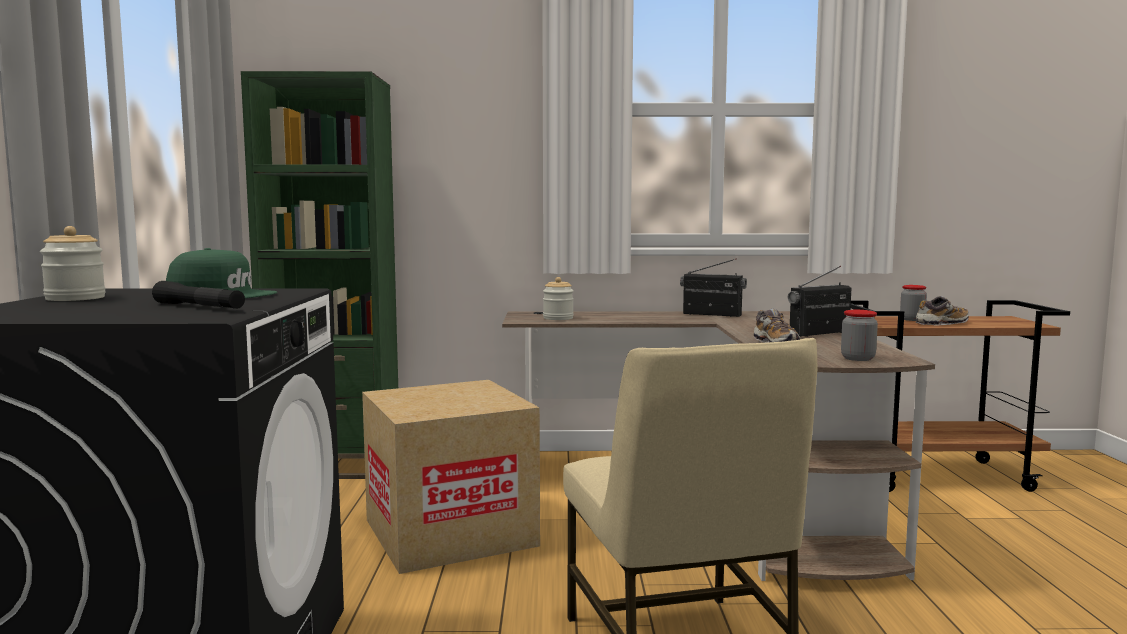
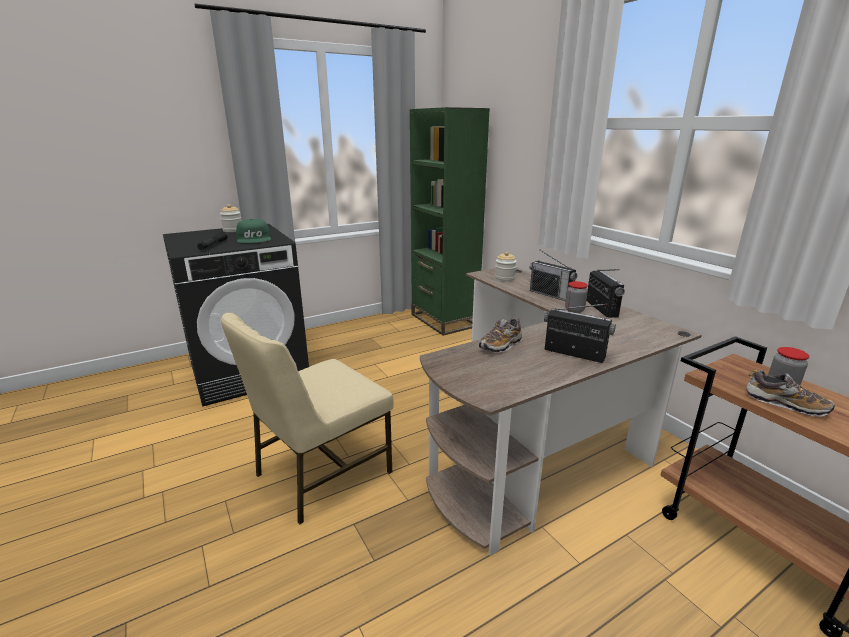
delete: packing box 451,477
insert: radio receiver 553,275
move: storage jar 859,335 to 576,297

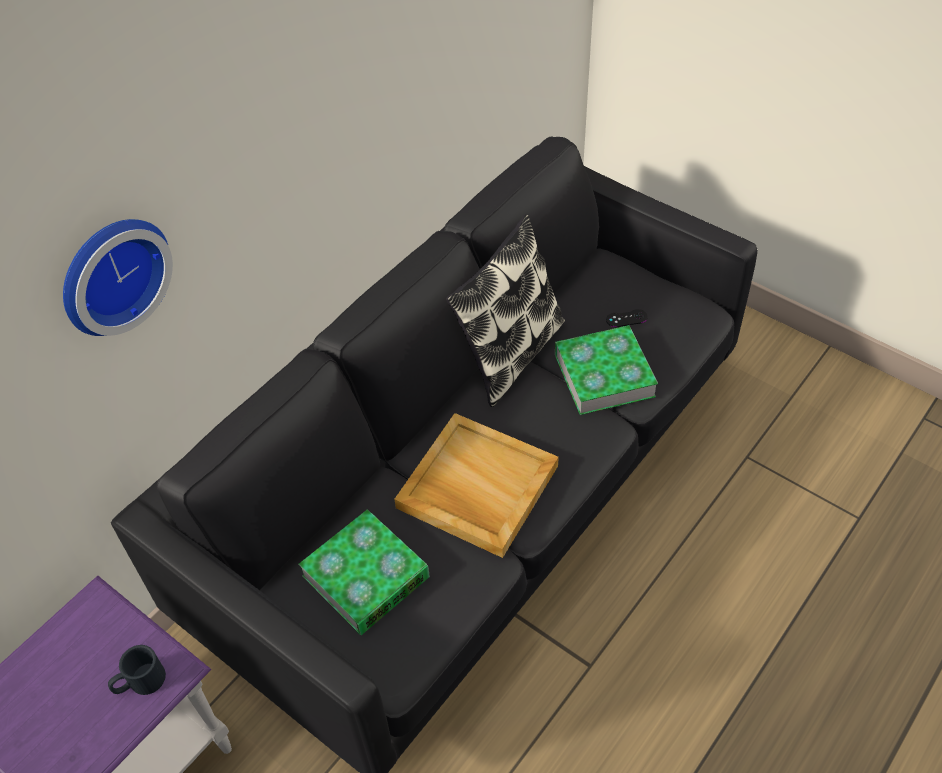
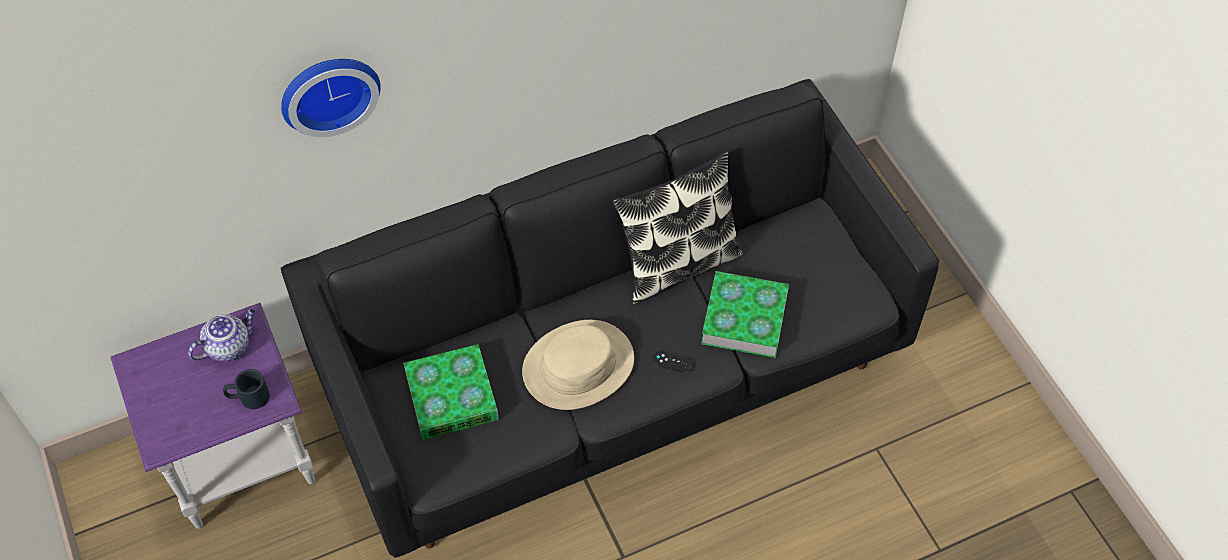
insert: tea pot 222,335
move: black-coloured joypad 627,318 to 674,361
replace: beige-coloured serving tray 476,485 to beige-coloured hat 578,365

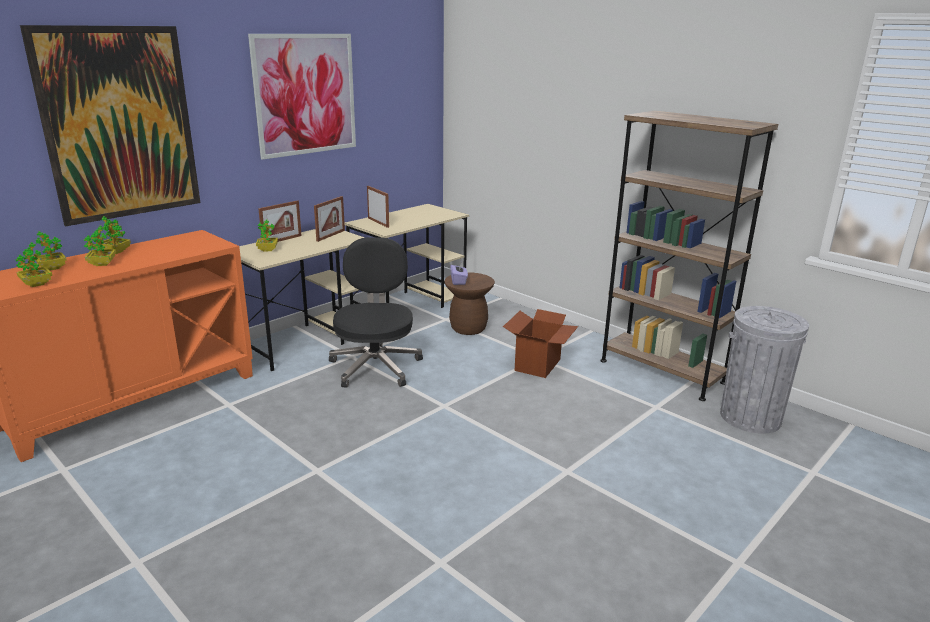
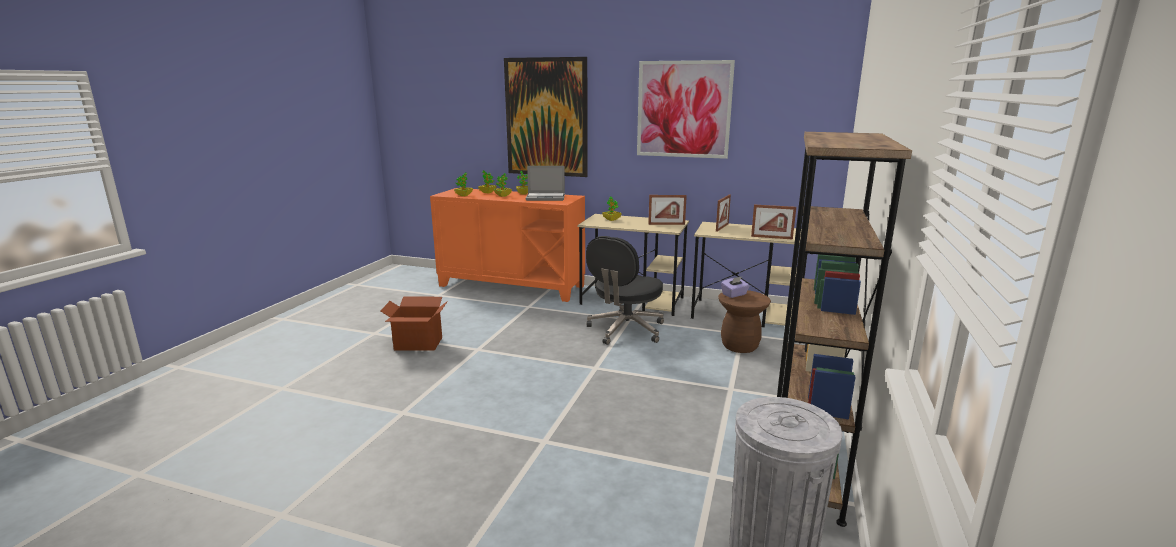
insert: laptop 545,183
move: picture frame 280,221 to 773,222; packing box 540,343 to 414,324
rotate: black-coloured computer chair 376,312 = 625,290 150 degrees clockwise

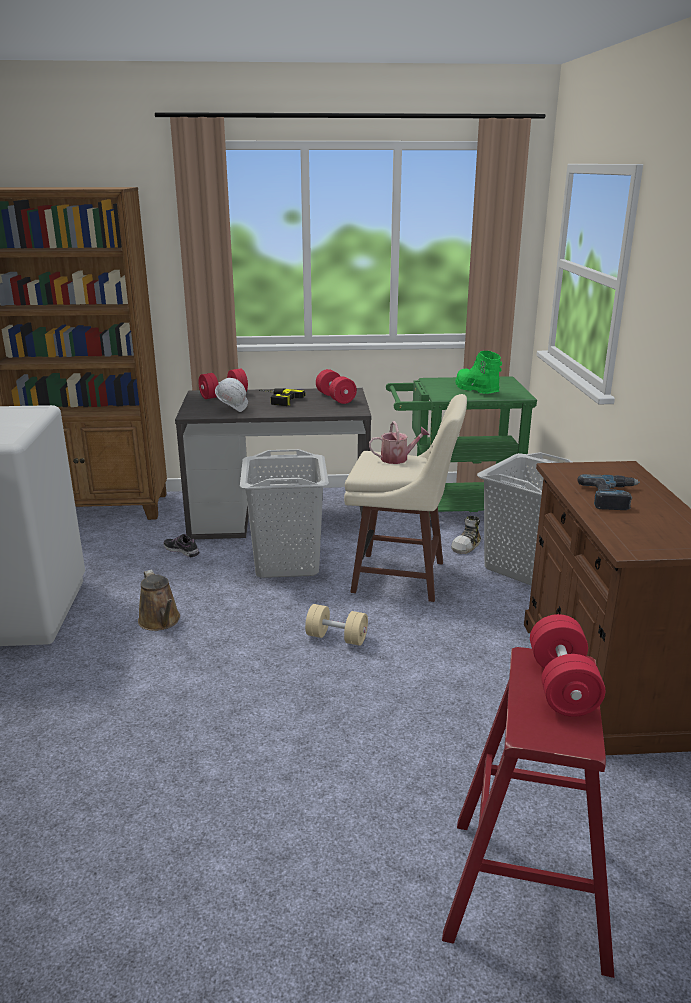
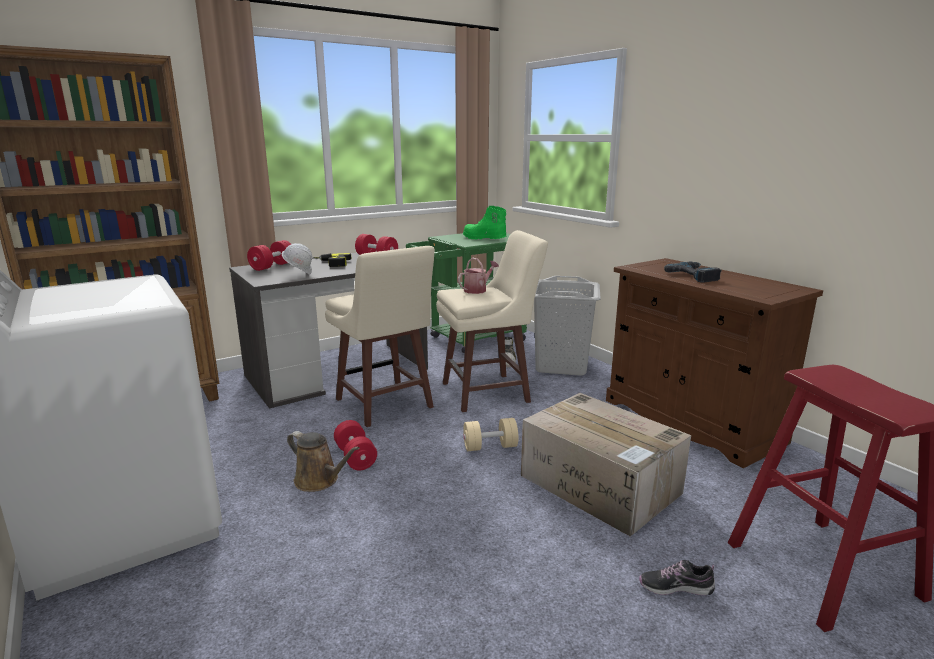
insert: packing box 606,464
move: shoe 181,545 to 677,577; red-coloured free weight 567,665 to 355,445
replace: grey laundry basket 284,513 to beige-coloured stool seat 380,336

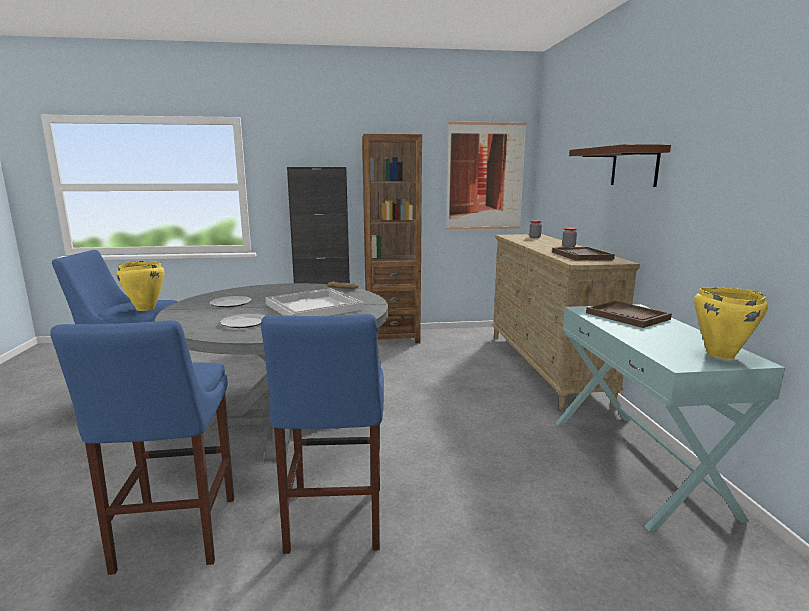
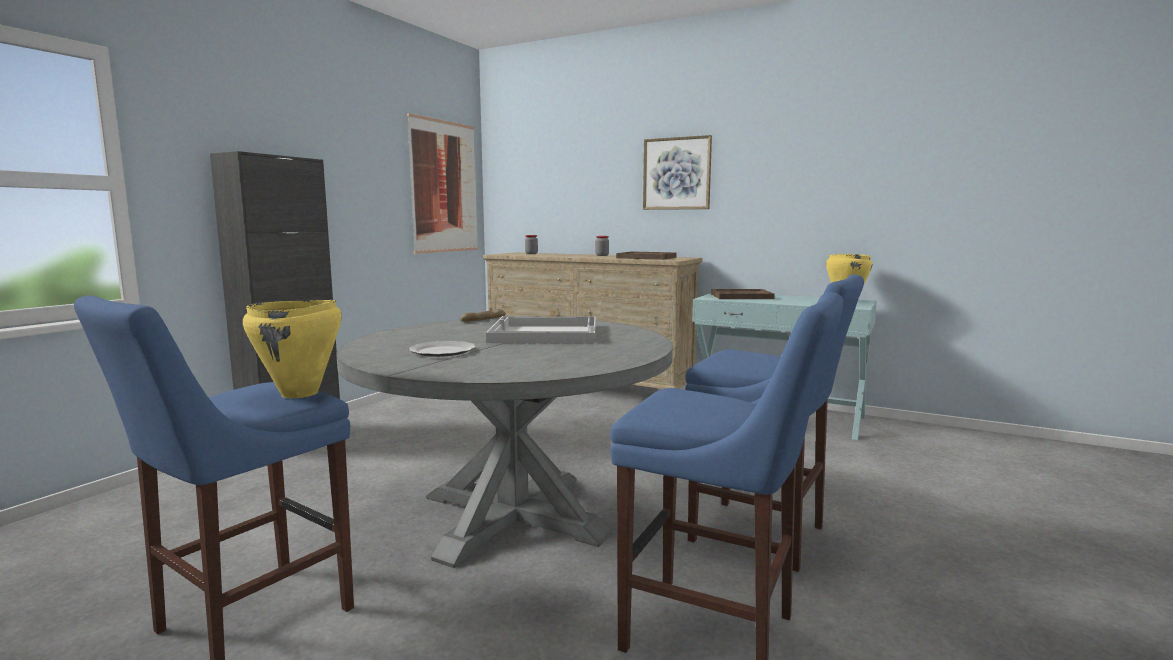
delete: flat dish 242,321; brown bookcase 392,239
replace: brown bracket shelf 620,165 to picture 677,172

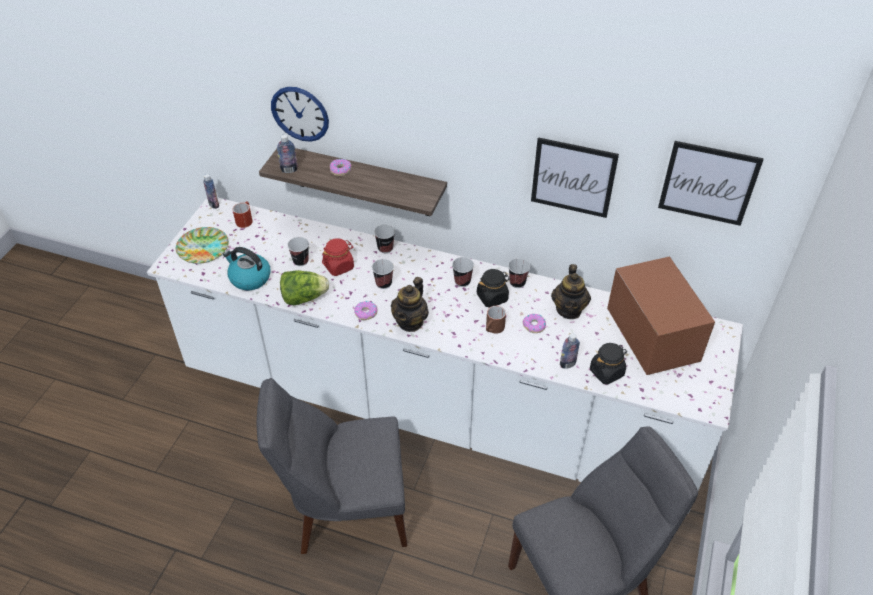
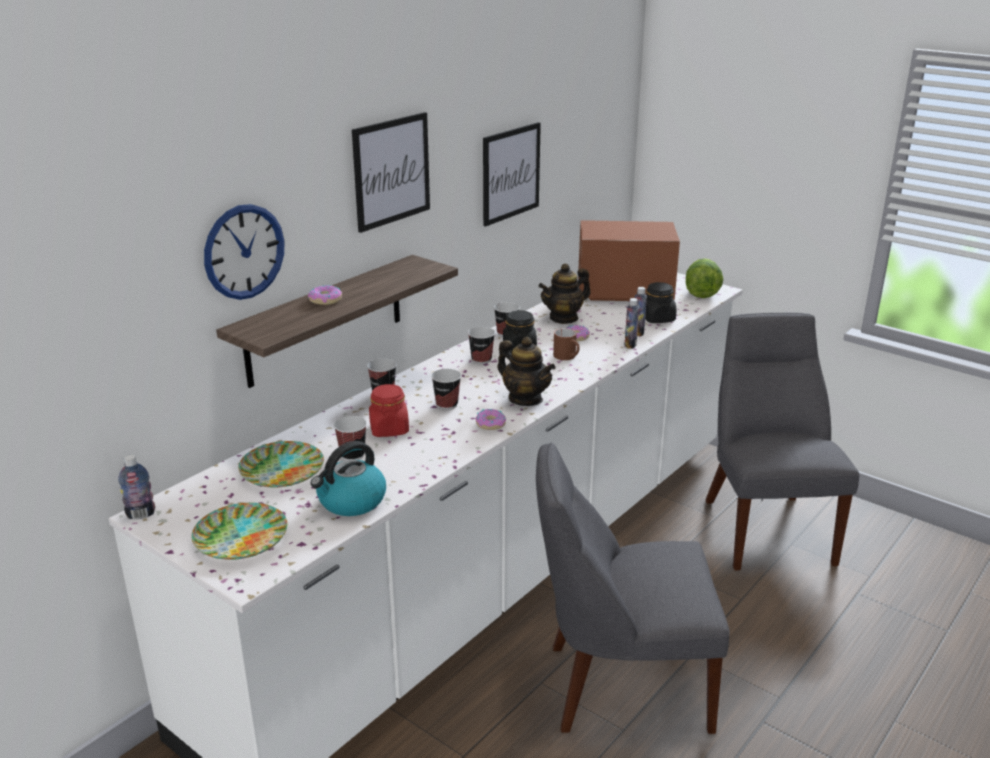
delete: red-coloured coffee mug 242,215
insert: flat dish 281,464
move: beverage bottle 287,154 to 632,323; lettuce head 304,287 to 704,278; picture 711,183 to 391,172
rotate: grey upright chair 332,466 = 633,588 75 degrees clockwise; tea pot 571,291 = 565,293 120 degrees clockwise

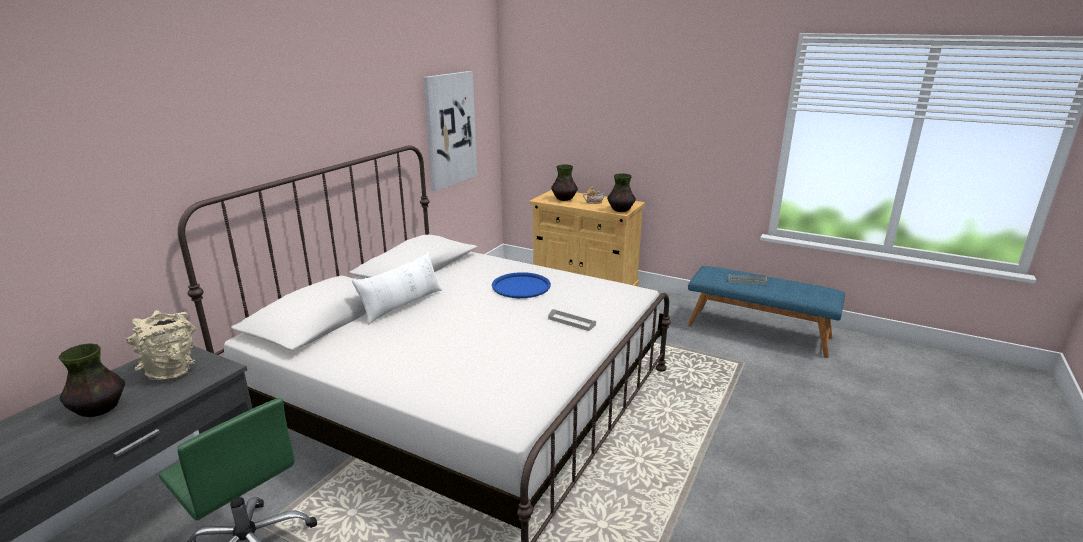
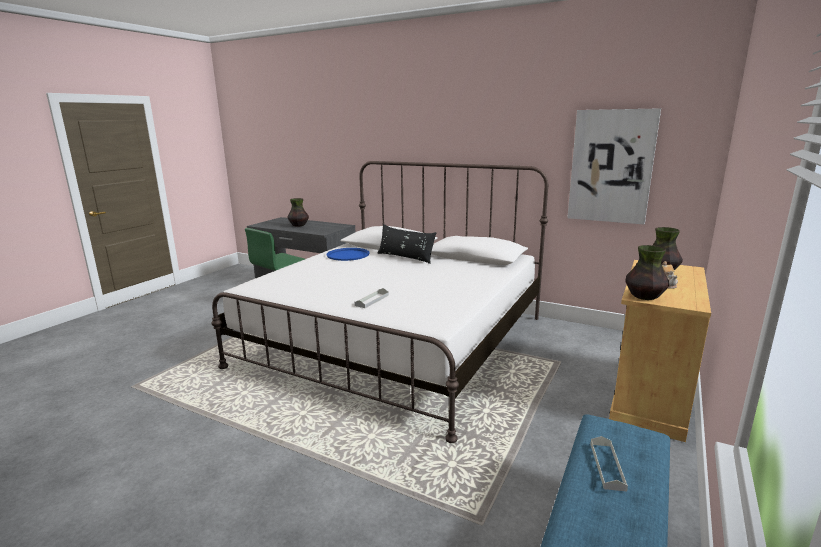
delete: beige-coloured vase 161,345
move: bluish serving tray 521,285 to 348,254
recolor: white cushion 397,288 to black-coloured cushion 406,244

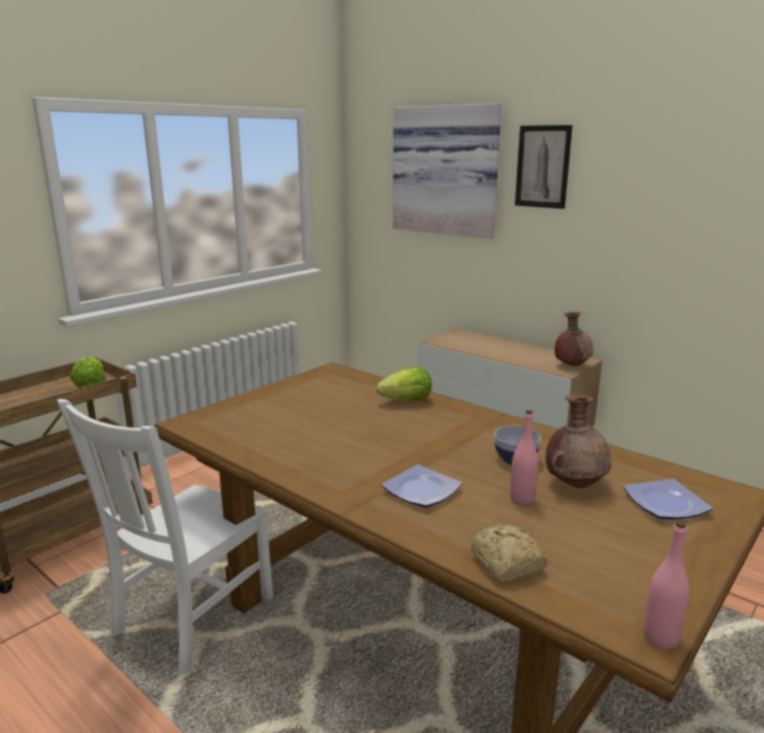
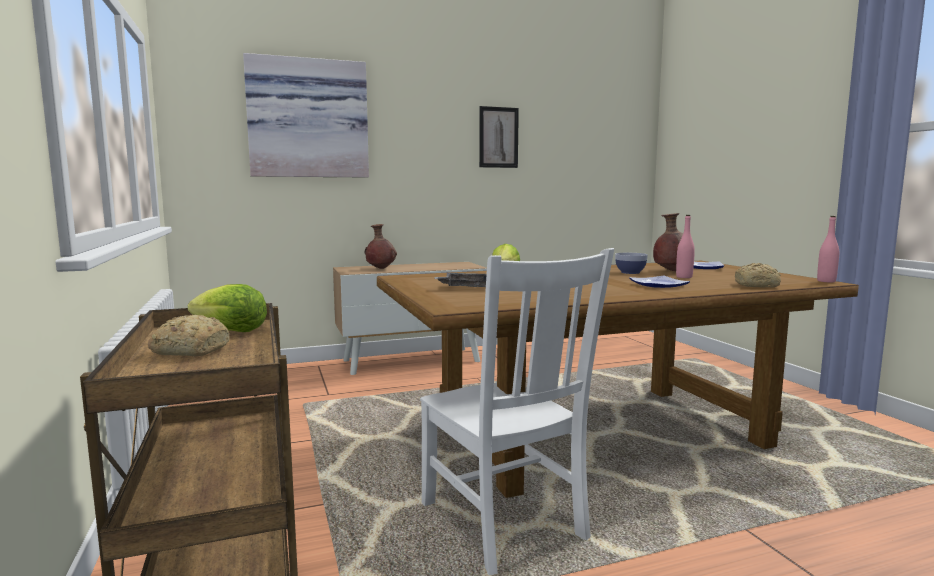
insert: bakery bread 189,335; grey serving tray 460,280
move: picture 543,167 to 499,137; brown vase 574,339 to 381,246

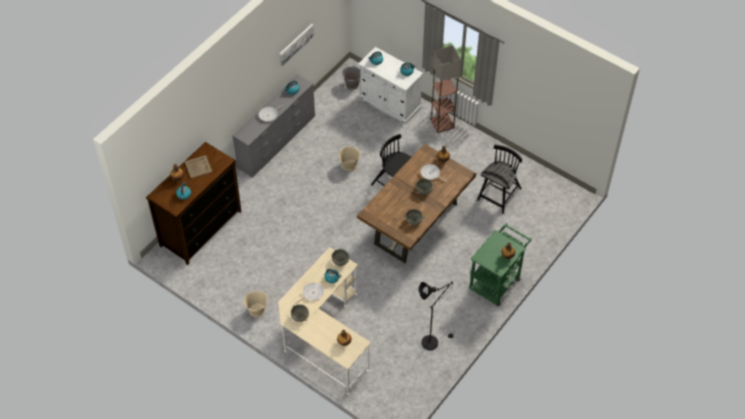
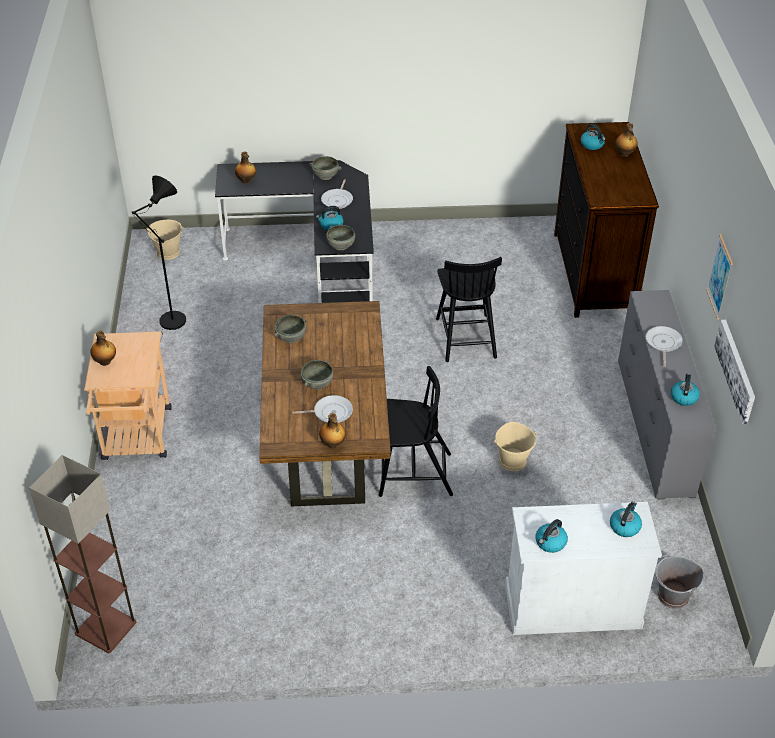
delete: beige-coloured serving tray 198,166
insert: picture 719,277
move: beige-coloured water bucket 255,304 to 165,240; standard lamp 445,89 to 82,554; black-coloured upright chair 499,179 to 469,309
recolor: beige-coloured desk 324,321 to black-coloured desk 294,231; greenish wheeled cart 500,264 to beige-coloured wheeled cart 128,396

